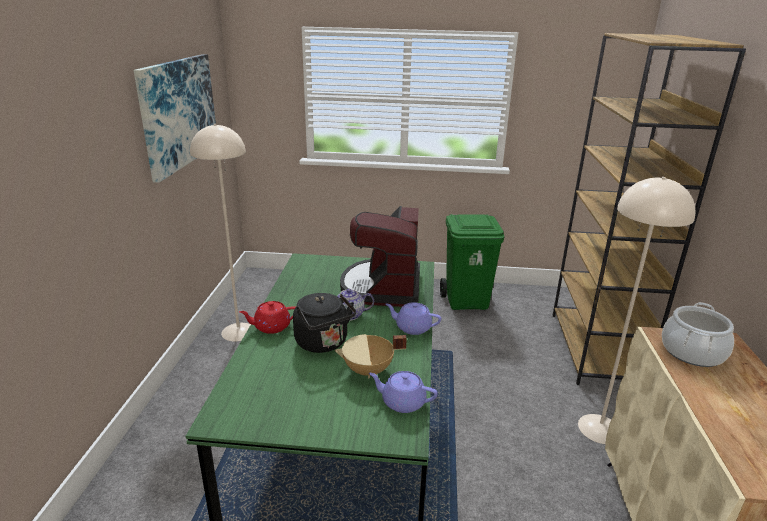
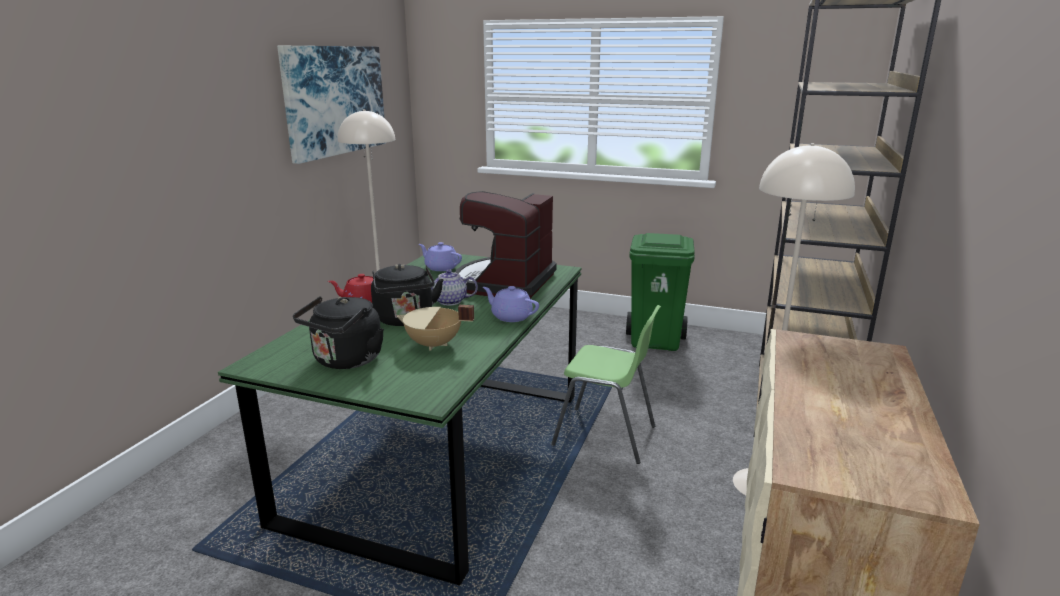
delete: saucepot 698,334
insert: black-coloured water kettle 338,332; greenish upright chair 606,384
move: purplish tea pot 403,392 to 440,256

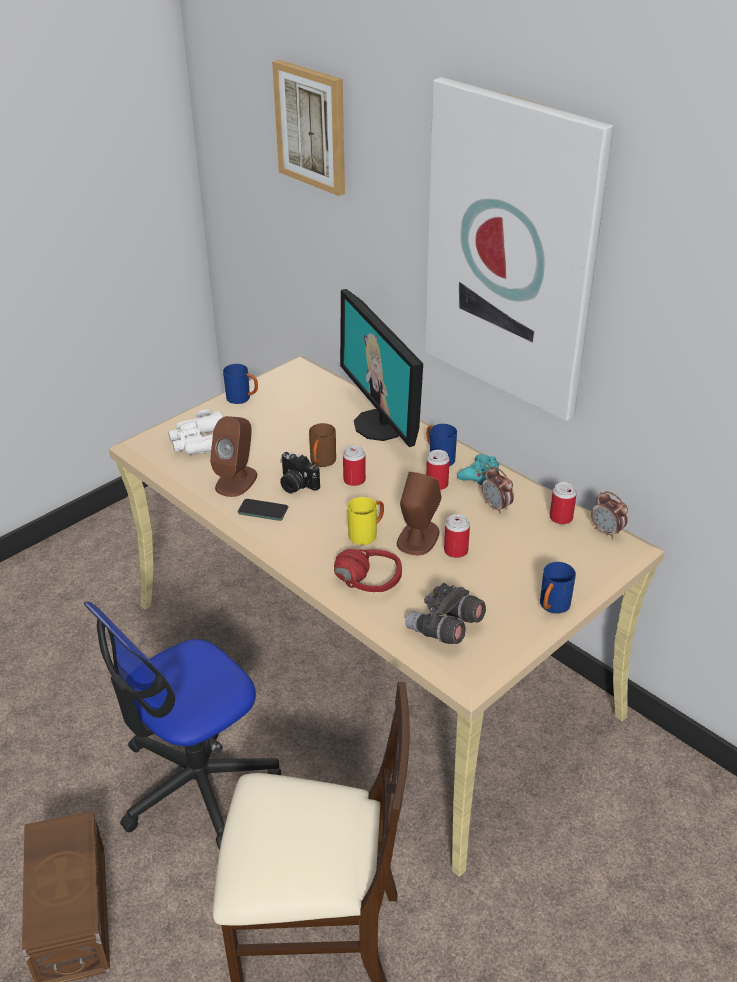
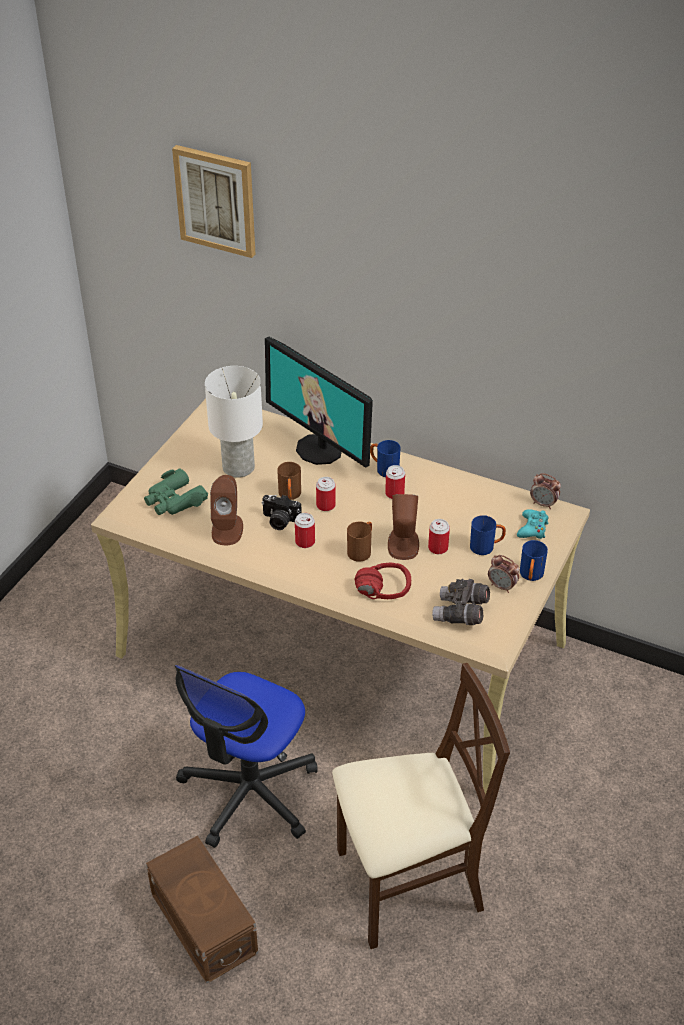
delete: phone 263,510; picture 519,249
insert: white table lamp 234,422
move: bluish coffee mug 240,384 to 488,535; turquoise joypad 478,469 to 532,524; alarm clock 498,490 to 503,574; metal can 563,503 to 305,530
recolor: white binoculars 195,432 to greenish binoculars 176,491; yellowish coffee mug 365,521 to brown coffee mug 359,542

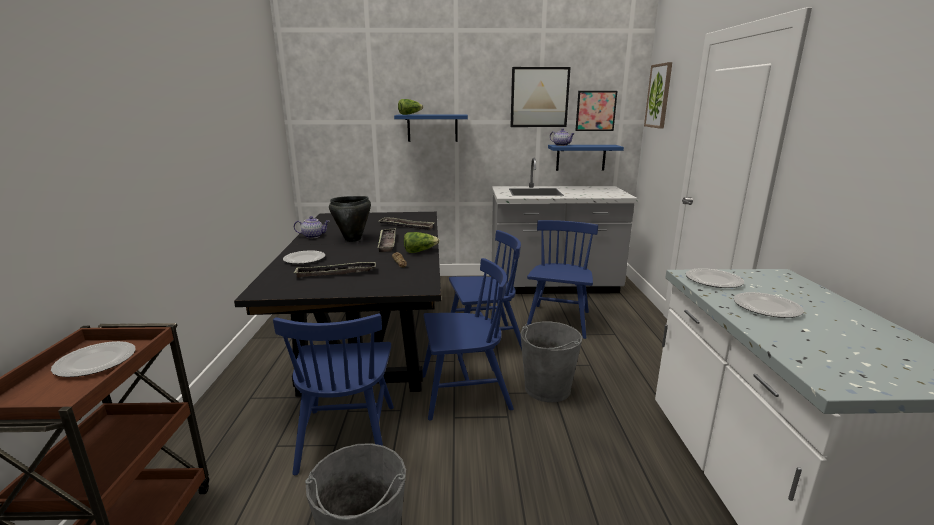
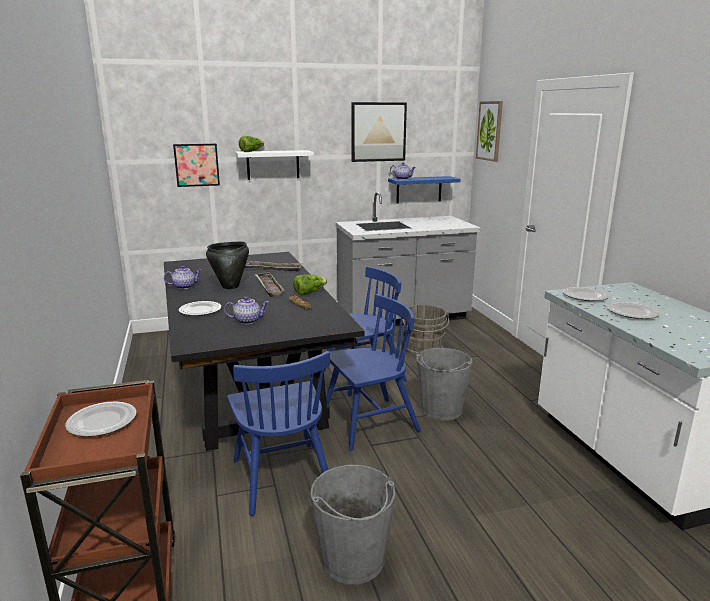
move: picture 596,111 to 196,165
replace: serving tray 335,270 to tea pot 246,310; bluish upright chair 562,279 to grey water bucket 426,330
recolor: bluish bracket shelf 431,128 to white bracket shelf 274,165

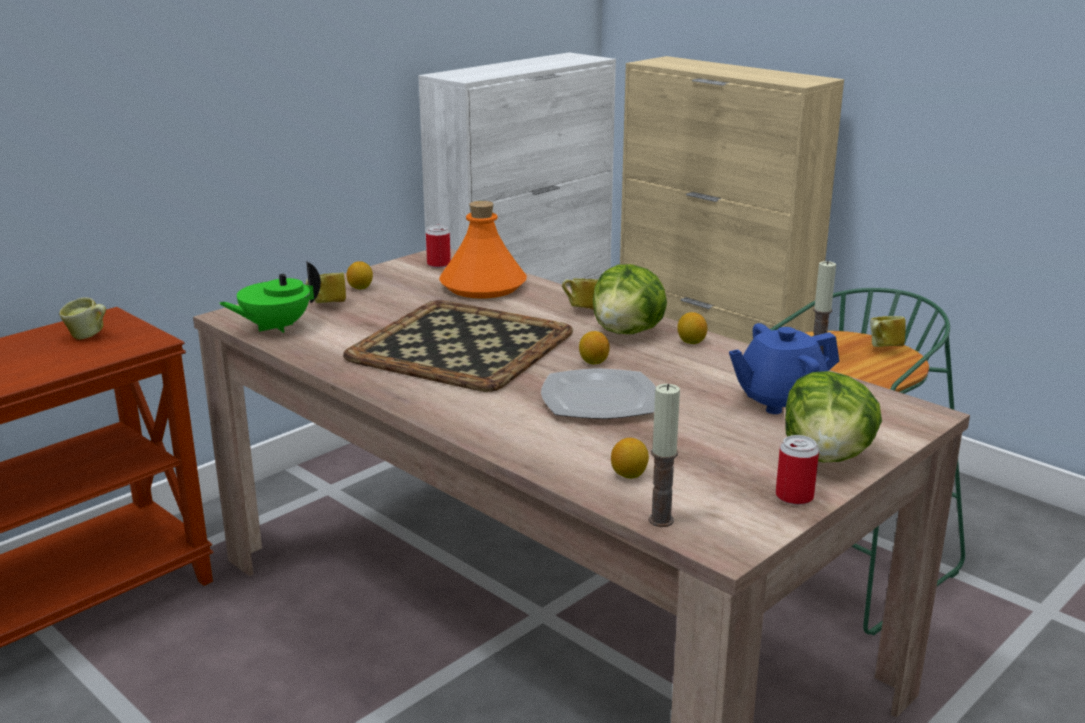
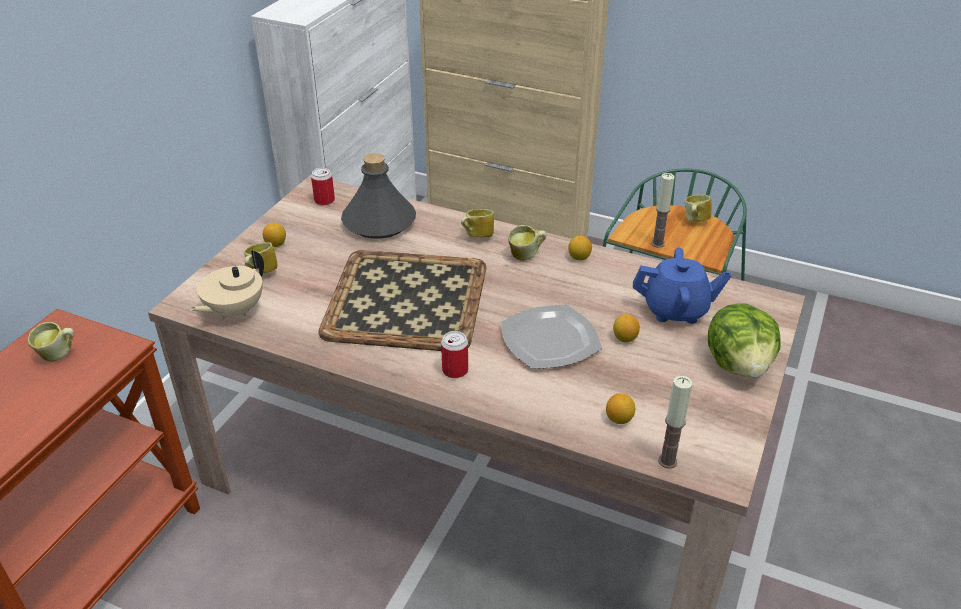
move: citrus fruit 594,348 to 626,328; metal can 797,470 to 454,354
replace: lettuce head 630,299 to coffee mug 527,243
recolor: greenish tea pot 269,297 to beige-coloured tea pot 227,285; orangey beverage bottle 483,249 to grey beverage bottle 378,196
rotate: bluish tea pot 784,368 = 682,286 135 degrees counterclockwise

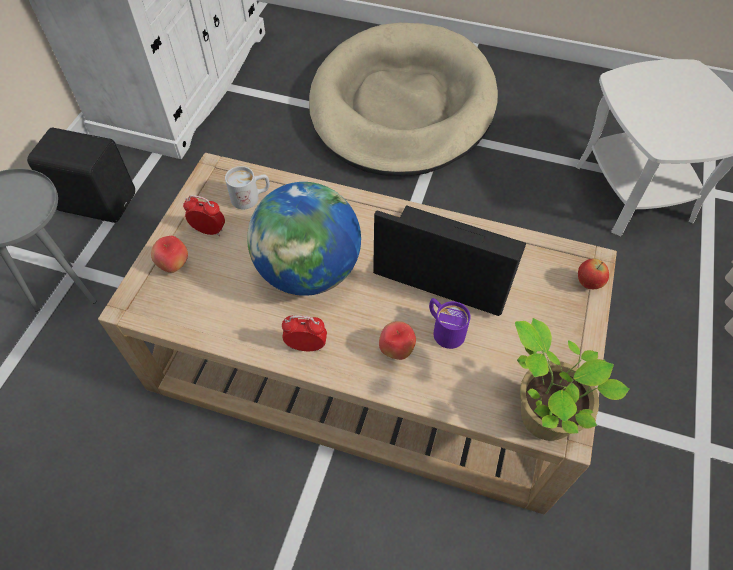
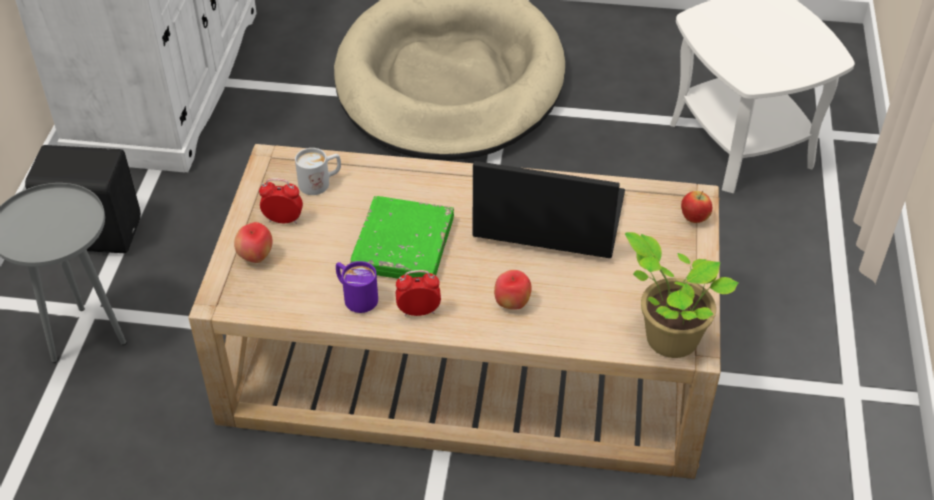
move: purplish coffee mug 449,323 to 357,287
replace: desk globe 304,239 to greenish bound book 402,237

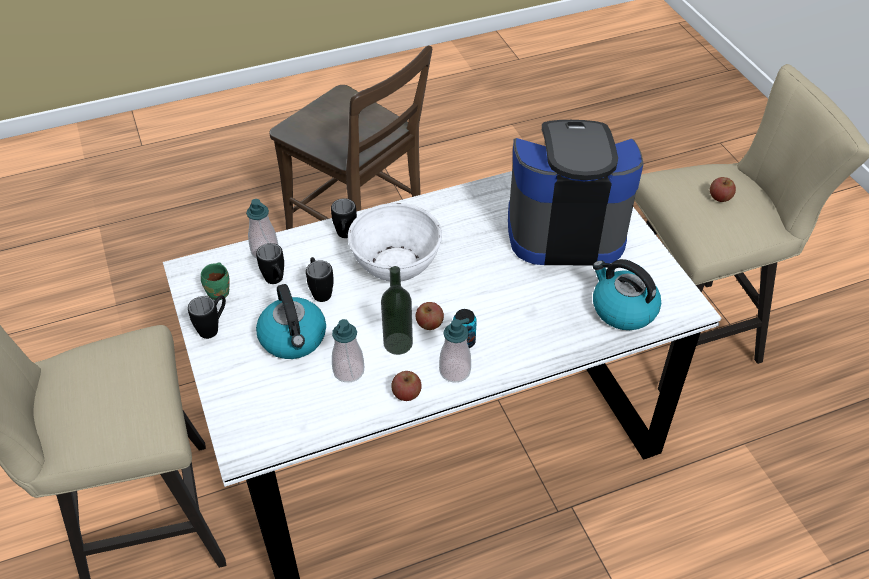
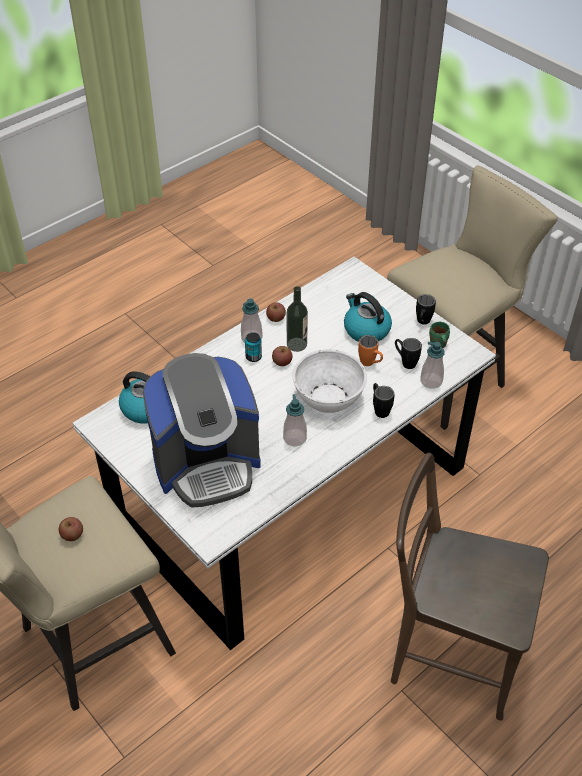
move: liquid soap bottle 348,350 to 295,420
recolor: black-coloured coffee mug 320,279 to orangey coffee mug 370,350

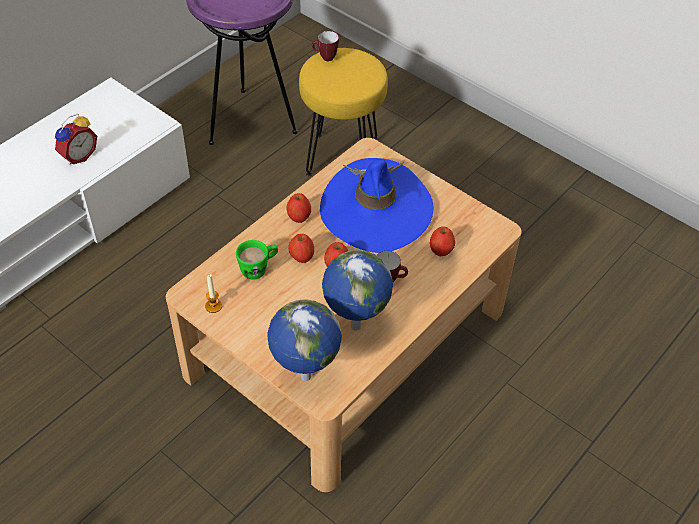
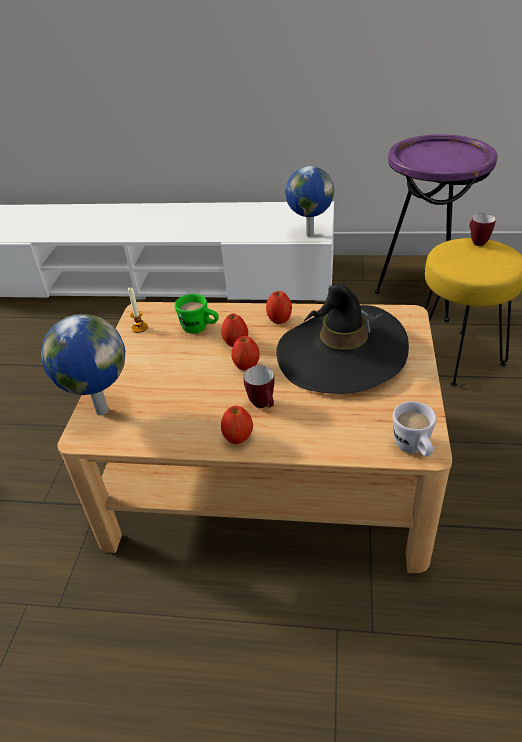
delete: alarm clock 76,139
insert: white coffee mug 414,428
move: desk globe 357,290 to 309,201; apple 442,241 to 237,425
recolor: bluish hat 376,205 to black-coloured hat 342,339

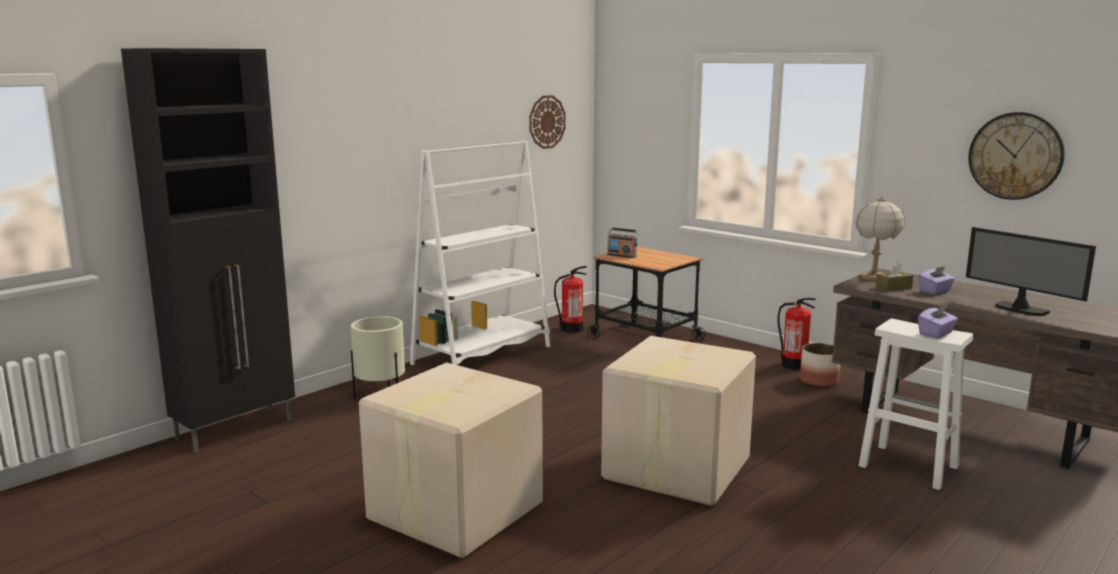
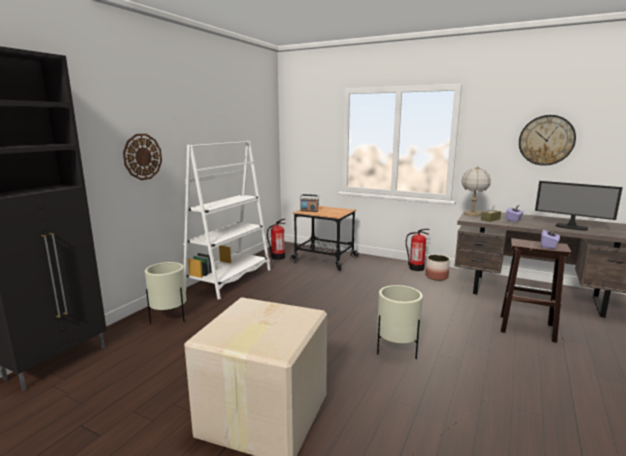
move: clock on the wall 547,122 to 142,157
replace: packing box 678,421 to beige-coloured plant pot 400,322
recolor: white stool seat 916,404 to brown stool seat 536,290

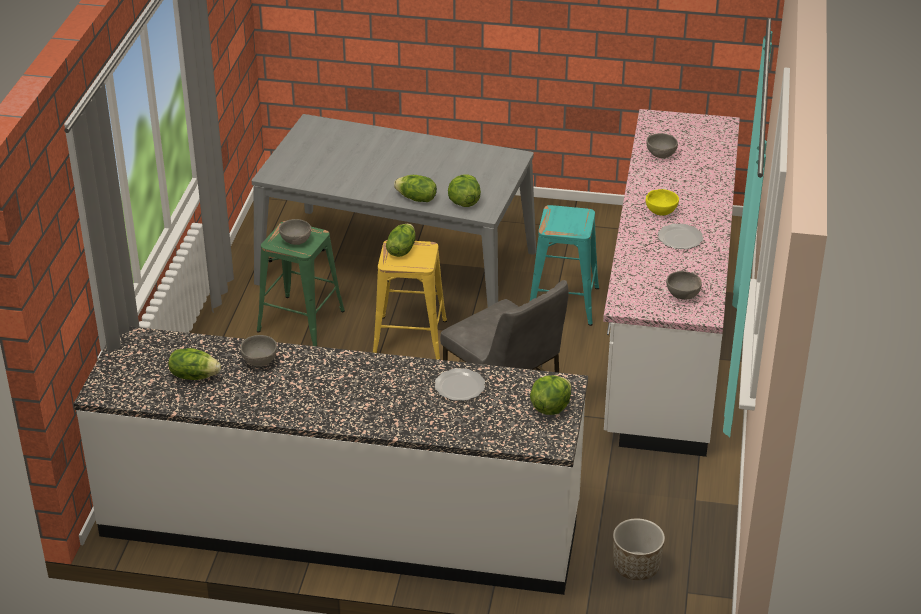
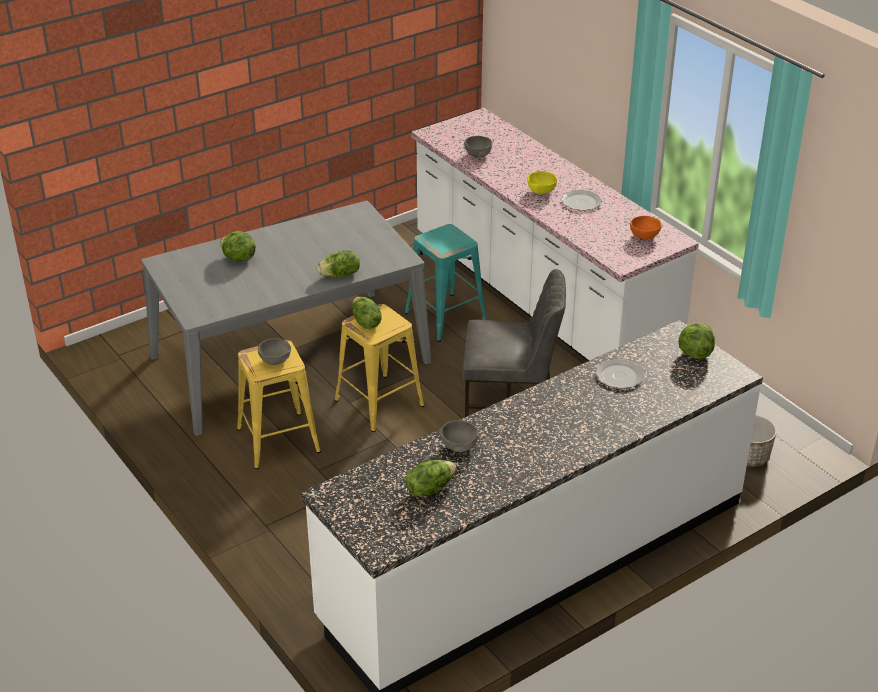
move: lettuce head 464,190 to 238,246
recolor: greenish stool seat 301,284 to yellowish stool seat 279,404; grey deep dish 684,285 to orangey deep dish 646,228

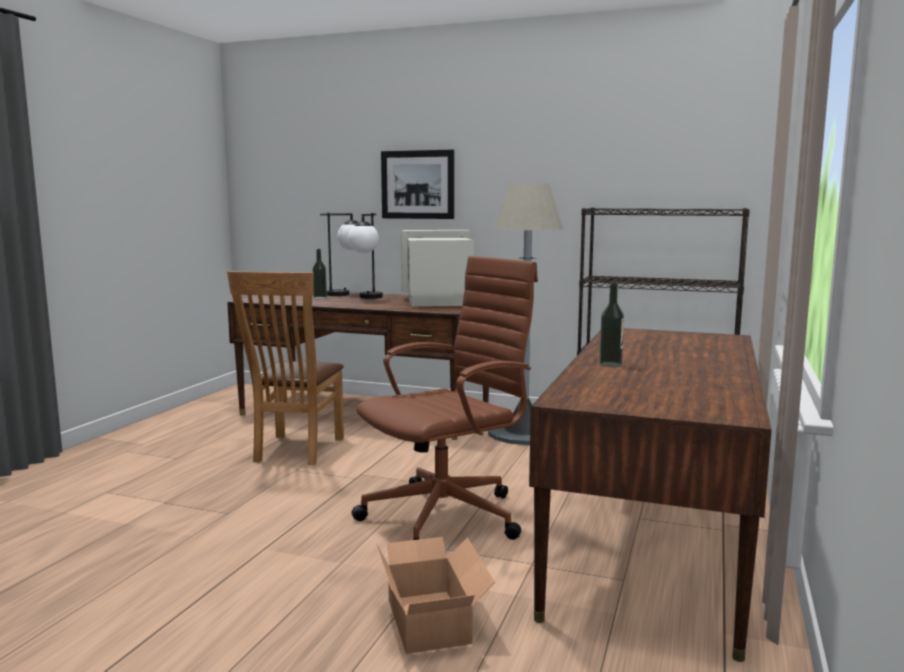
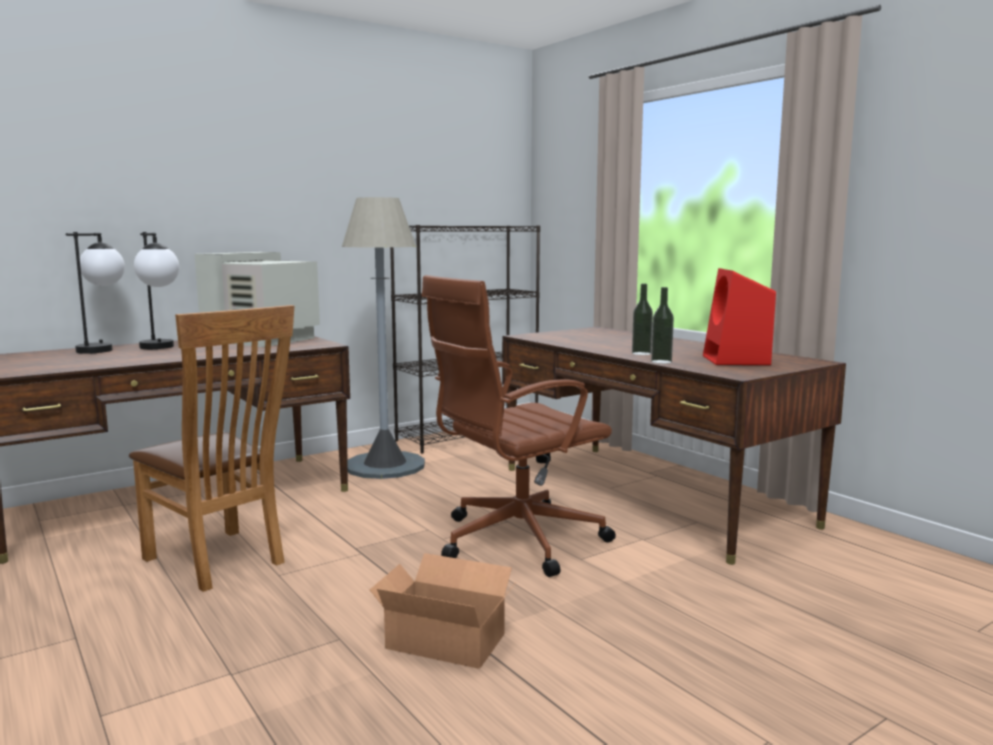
delete: picture 417,184
insert: red-coloured speaker 739,316
move: beverage bottle 319,274 to 662,325; packing box 435,595 to 443,611
rotate: brown computer chair 445,398 = 519,426 120 degrees counterclockwise

